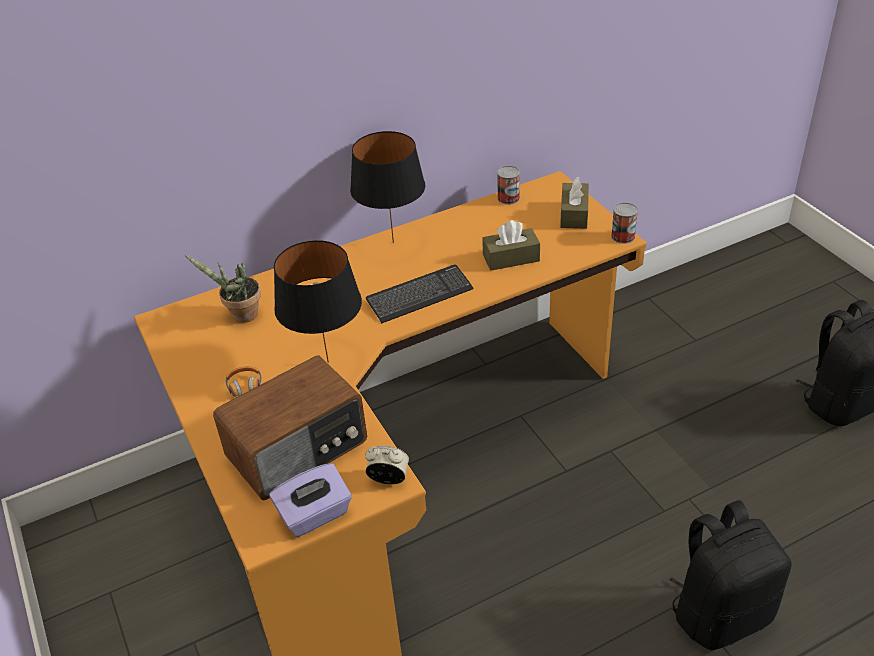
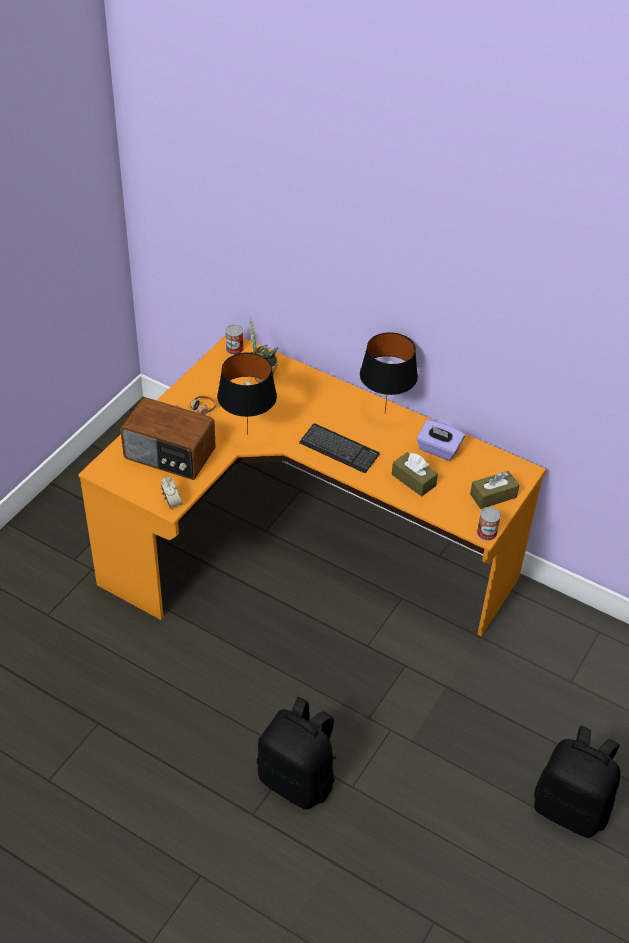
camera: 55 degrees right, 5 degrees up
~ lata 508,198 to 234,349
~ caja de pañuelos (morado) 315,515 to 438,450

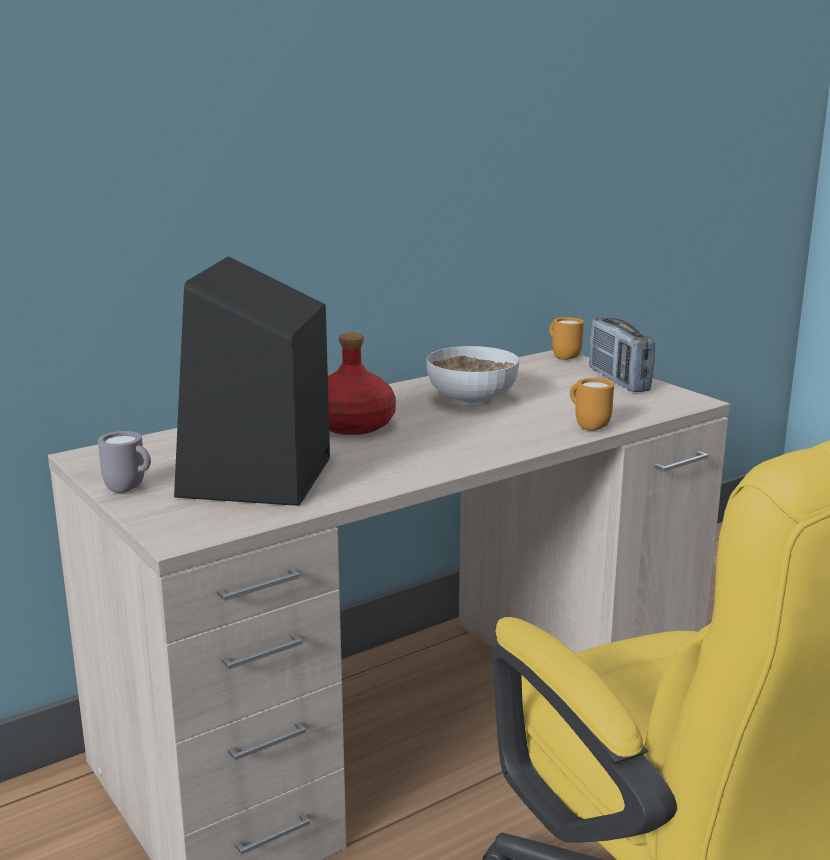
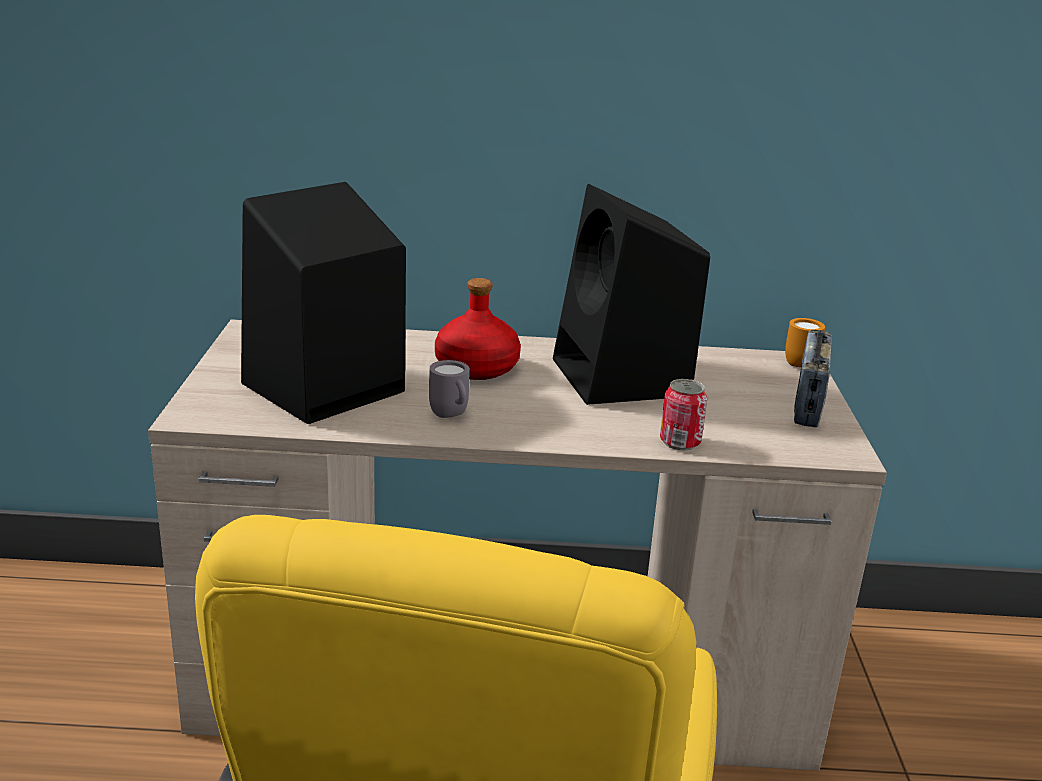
camera: 35 degrees right, 5 degrees up
~ taza grande (gris) 130,489 to 451,416
~ cuenco 473,400 to altavoz (negro) 622,379
~ taza grande (naranja) 588,426 to lata 680,442

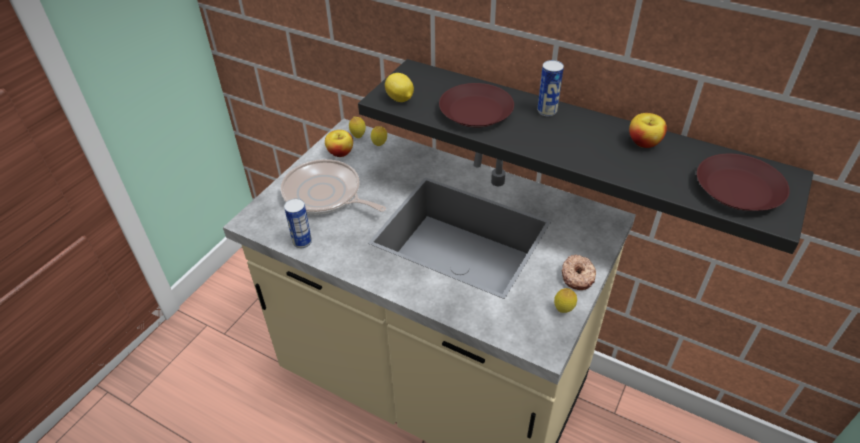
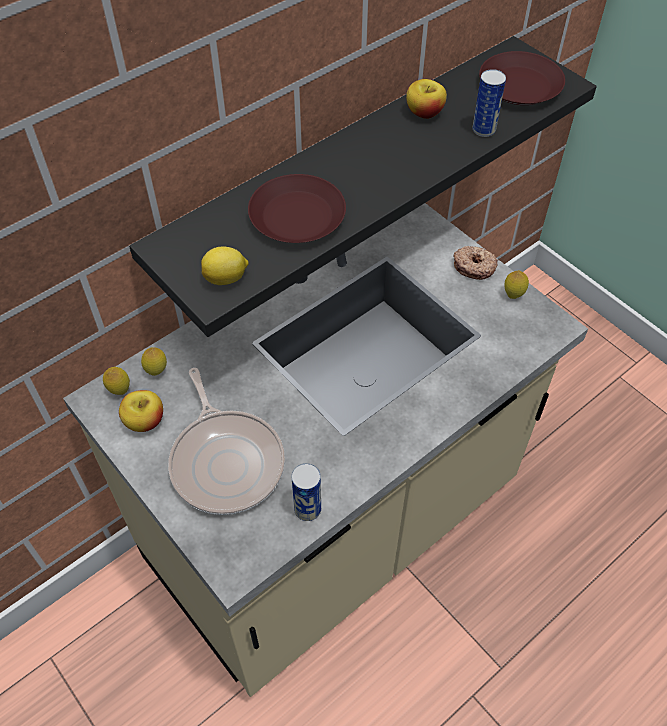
camera: 70 degrees left, 10 degrees up
~ sartén 325,195 = 226,461 75 degrees counterclockwise
~ lata 547,111 to 484,130

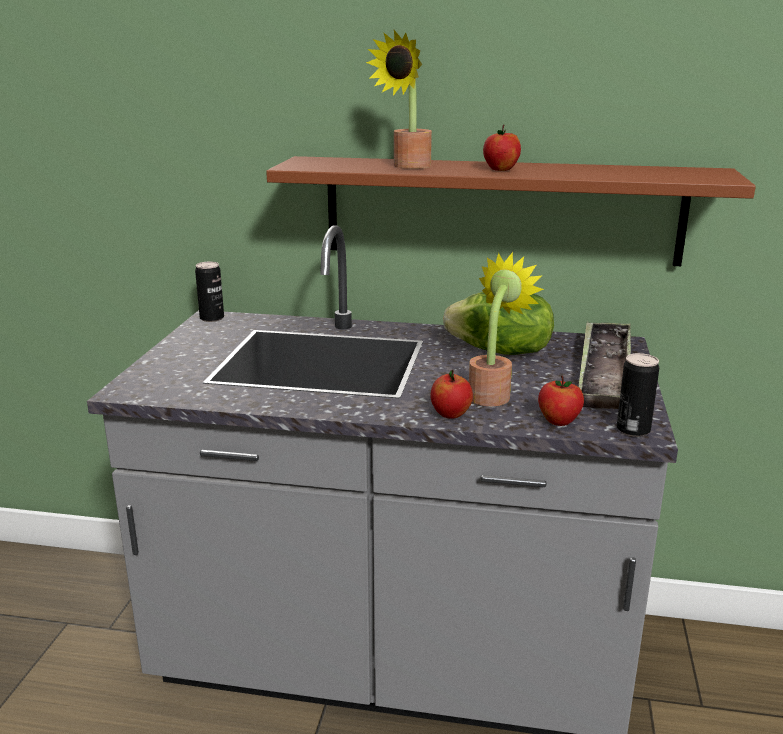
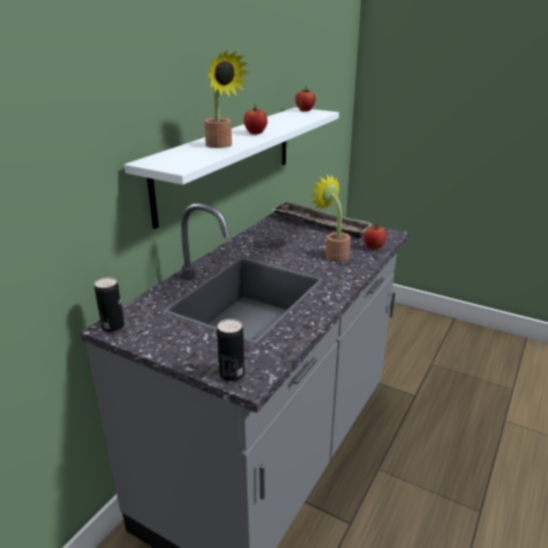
camera: 70 degrees left, 5 degrees up
~ estante (marrón) 501,210 to estante (blanco) 228,161
~ lata 633,430 to 232,374
~ manzana 451,414 to 305,110
- lechuga 500,351

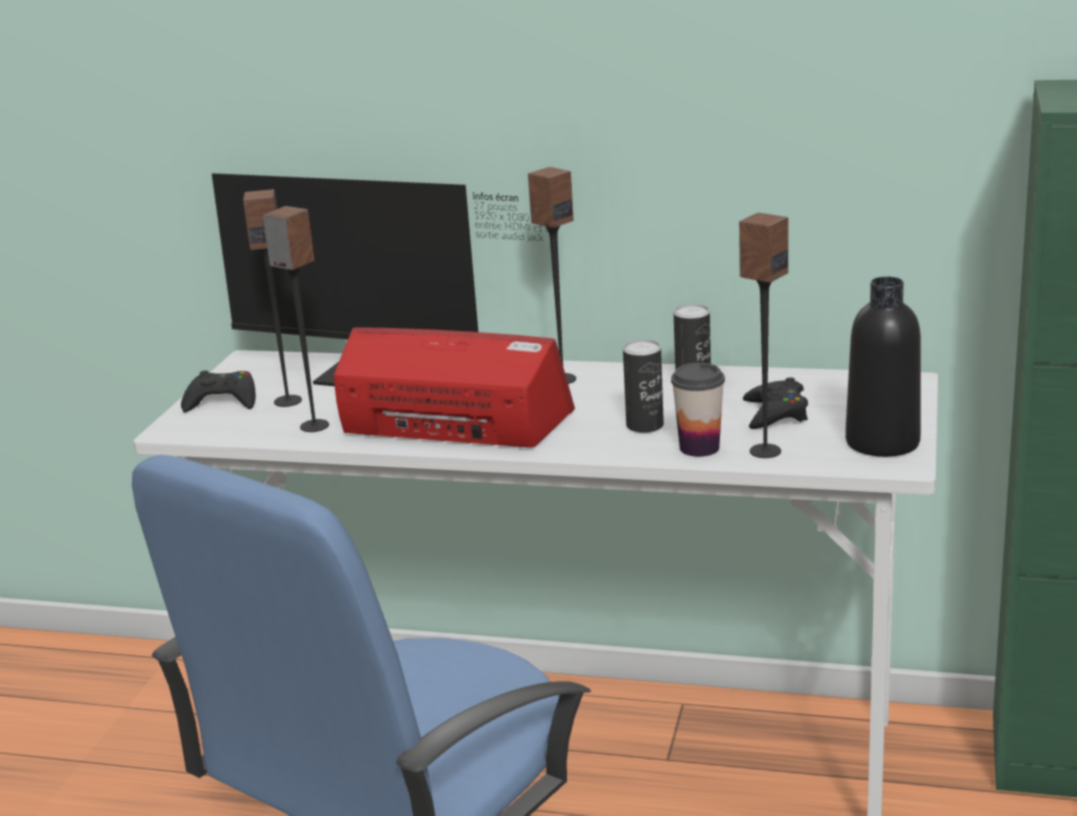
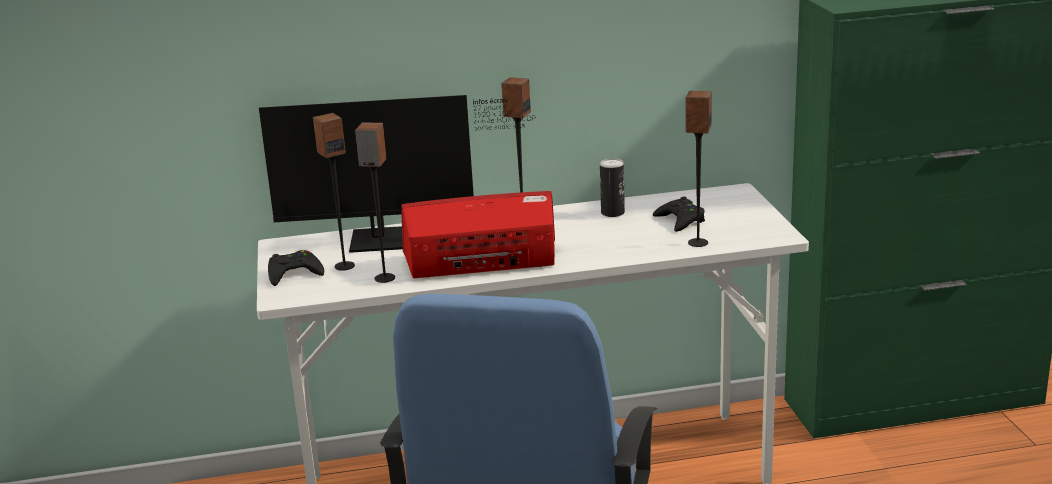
camera: 25 degrees left, 0 degrees up
- lata 645,425
- taza 699,448
- botella (negro) 882,442

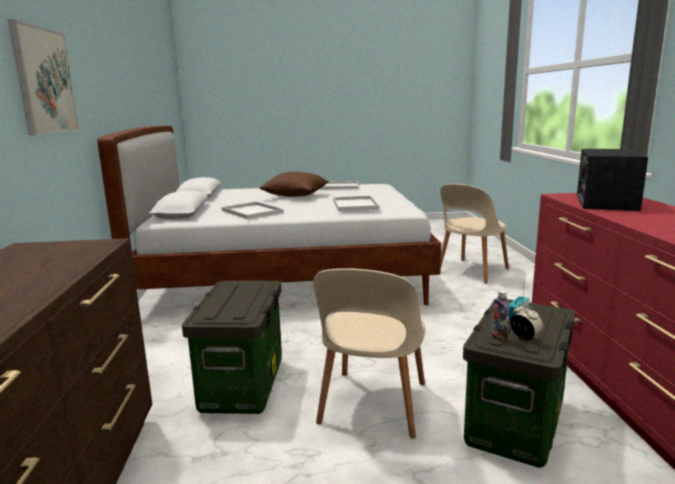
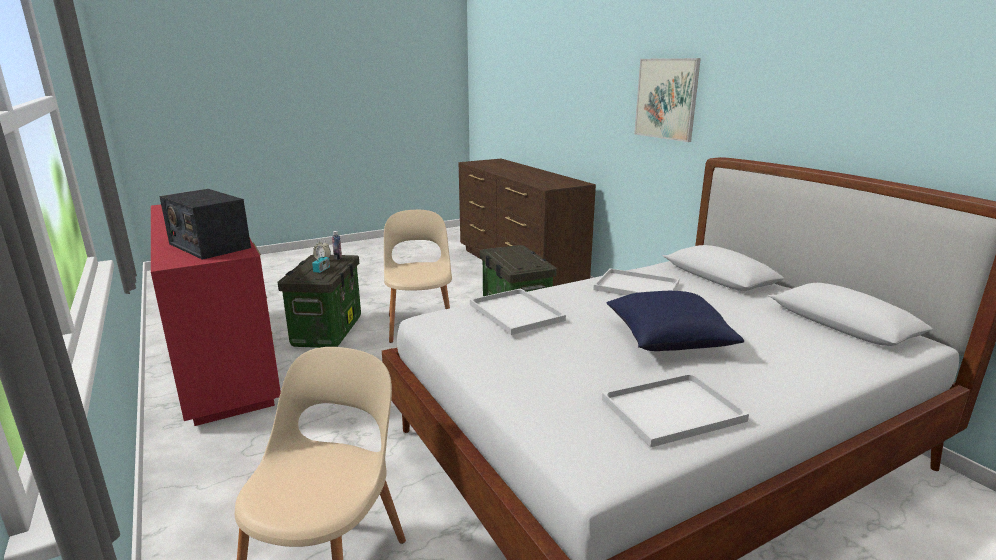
camera: 155 degrees right, 5 degrees up
~ radio 605,202 = 209,246 135 degrees clockwise
~ cojín (marrón) 296,196 to cojín (azul) 667,340

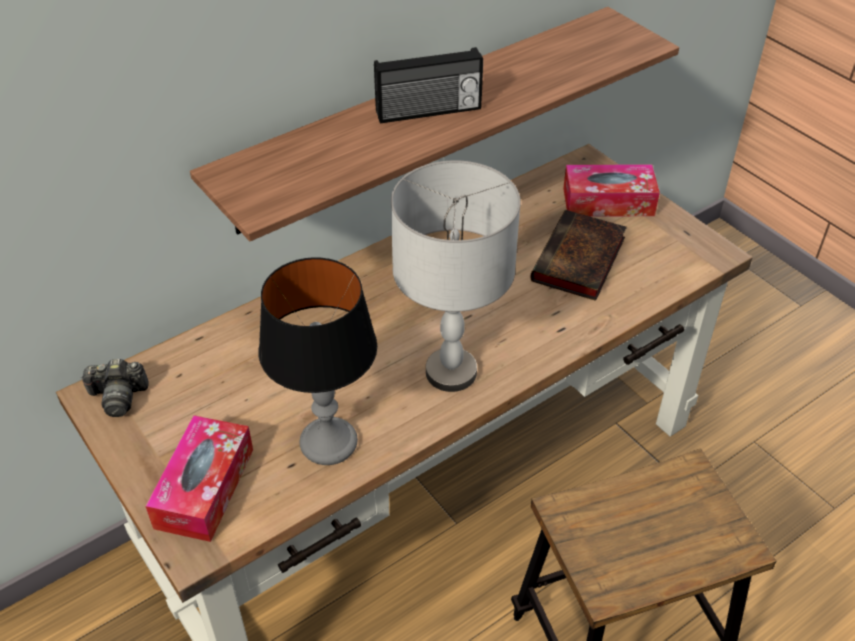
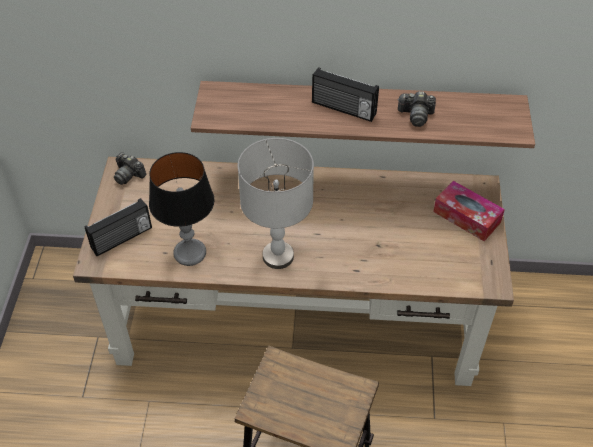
camera: 40 degrees right, 5 degrees up
~ caja de pañuelos 205,488 to radio 122,239
+ cámara 416,115
- libro 578,262

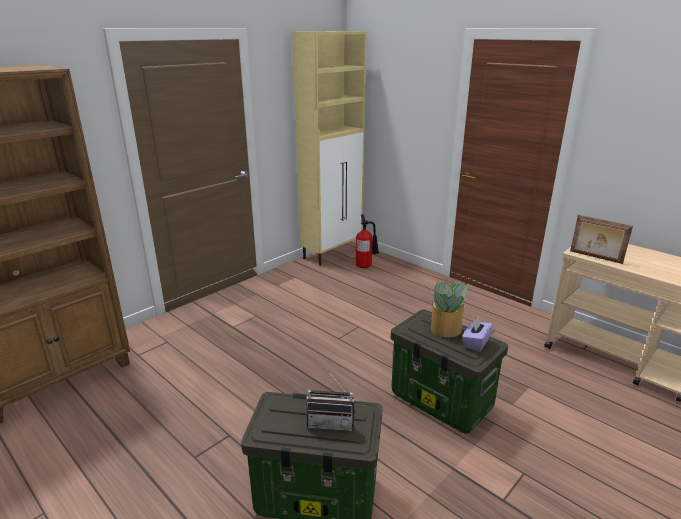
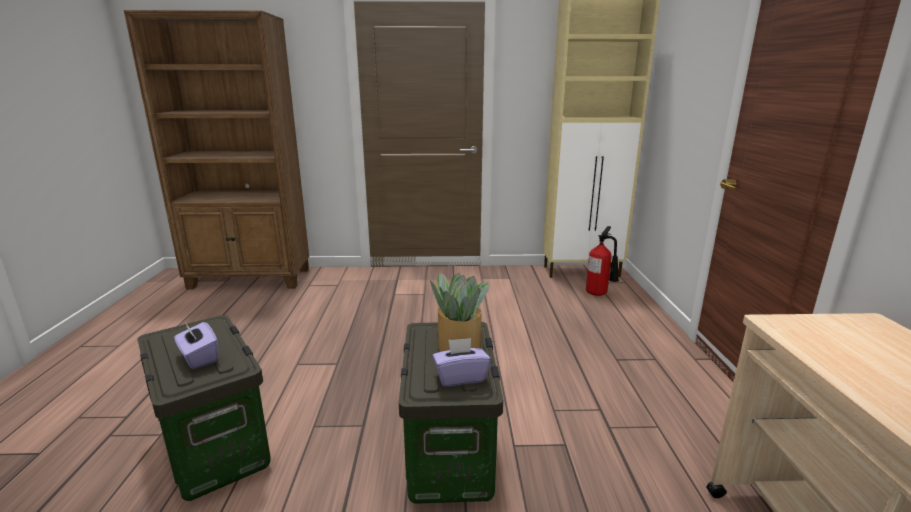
camera: 45 degrees right, 5 degrees down
~ radio 331,422 to caja de pañuelos (morado) 199,358
- portarretratos 595,257

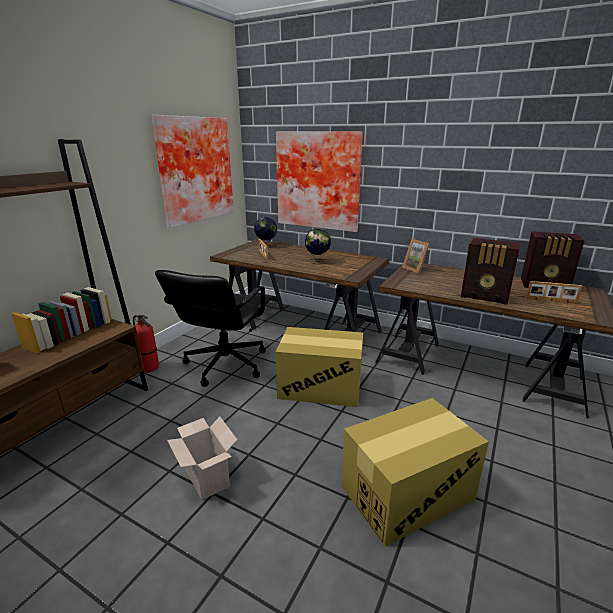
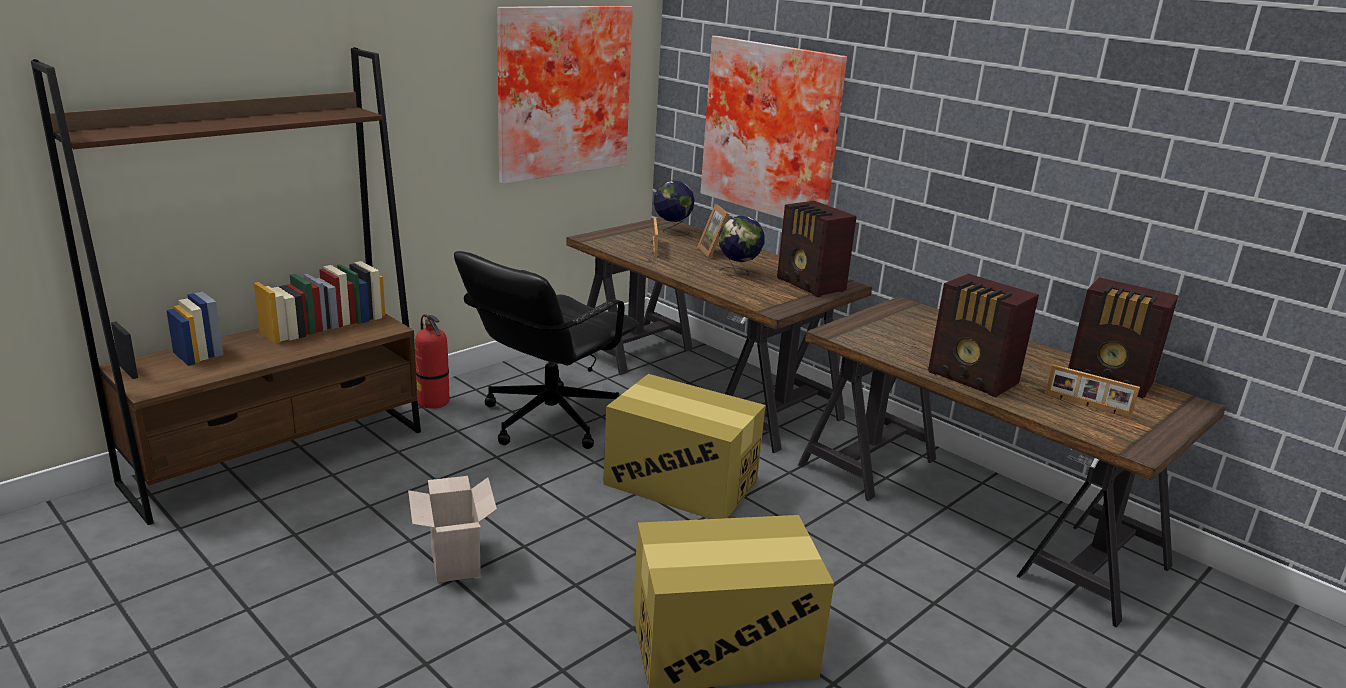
camera: 15 degrees right, 0 degrees up
~ portarretratos 415,269 to 715,252
+ radio 811,285

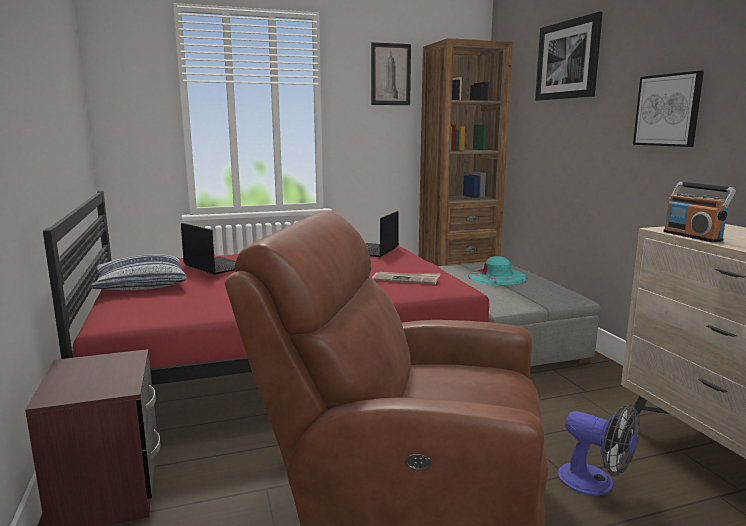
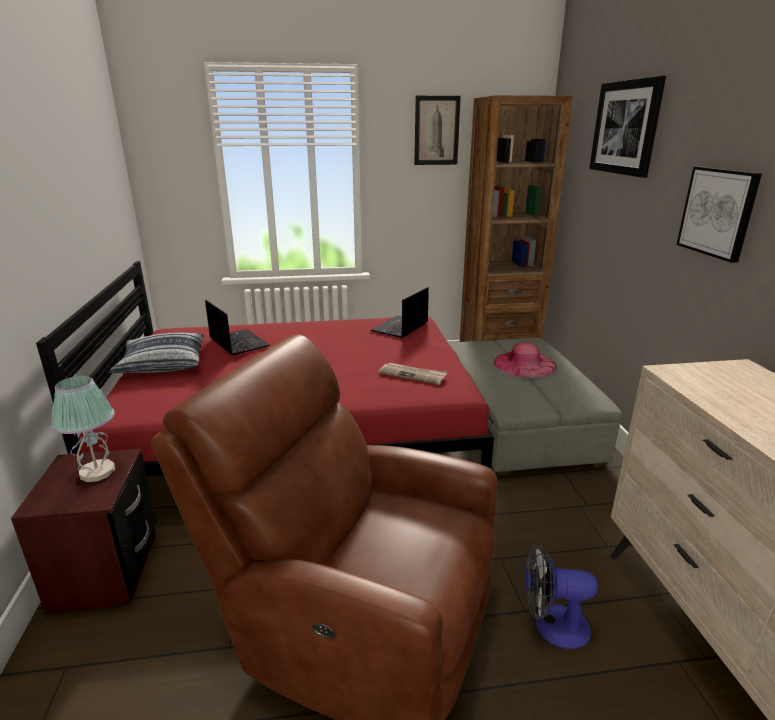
camera: 10 degrees right, 10 degrees up
+ lámpara de mesa 97,472
~ sombrero (turquesa) 497,277 to sombrero (rosa) 524,364
~ ventilador 595,483 = 551,625 135 degrees clockwise
- radio 692,236

